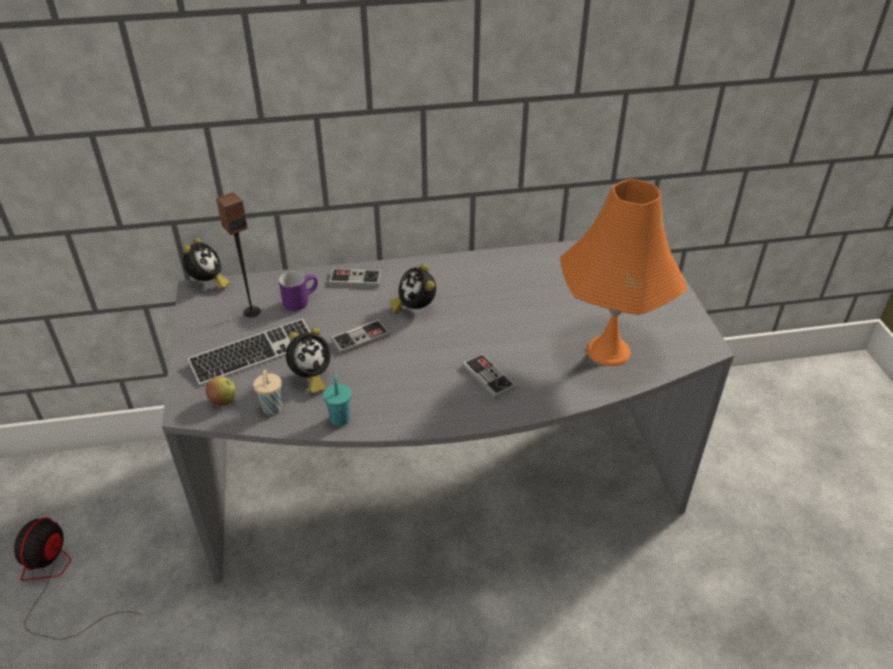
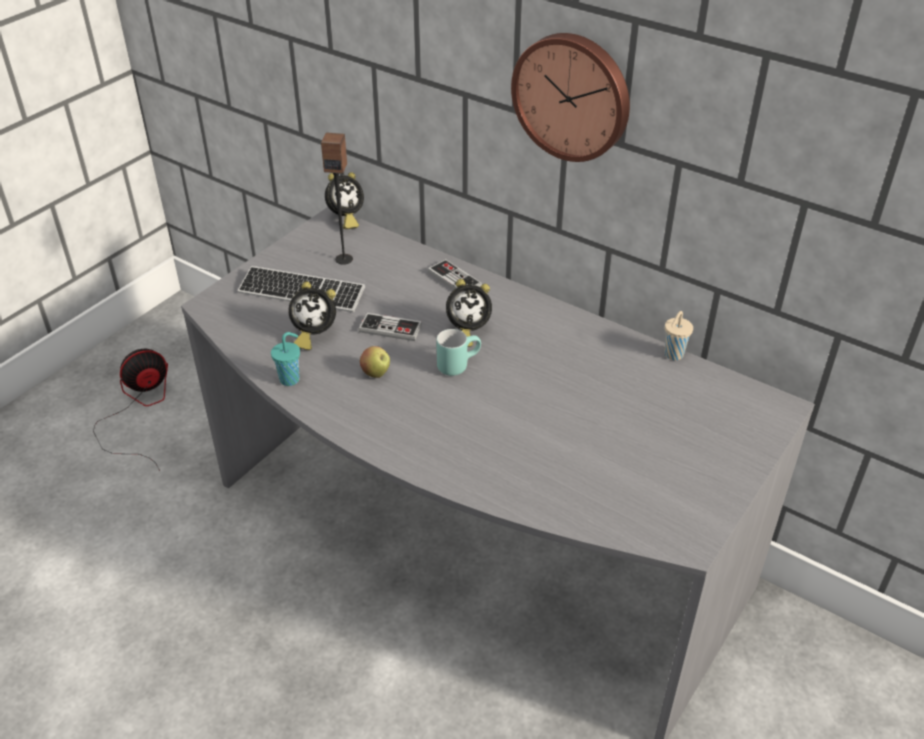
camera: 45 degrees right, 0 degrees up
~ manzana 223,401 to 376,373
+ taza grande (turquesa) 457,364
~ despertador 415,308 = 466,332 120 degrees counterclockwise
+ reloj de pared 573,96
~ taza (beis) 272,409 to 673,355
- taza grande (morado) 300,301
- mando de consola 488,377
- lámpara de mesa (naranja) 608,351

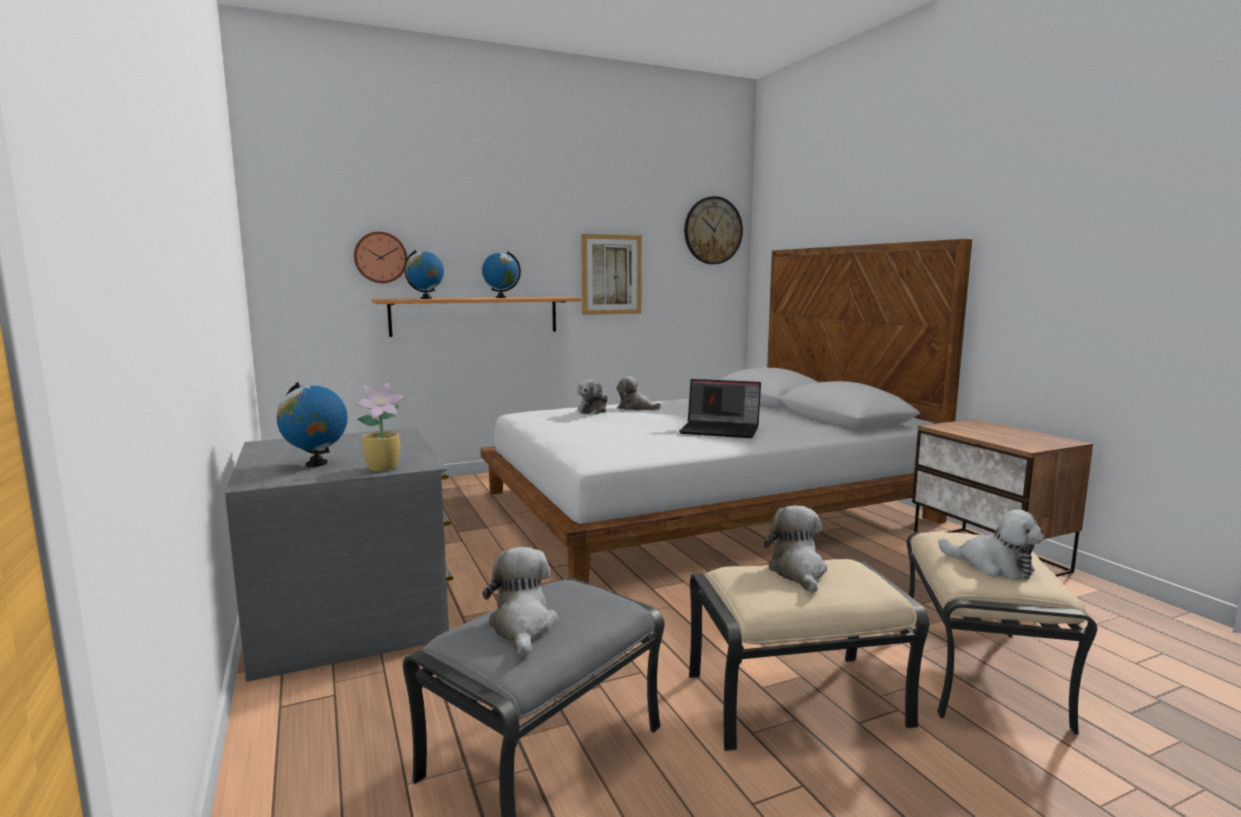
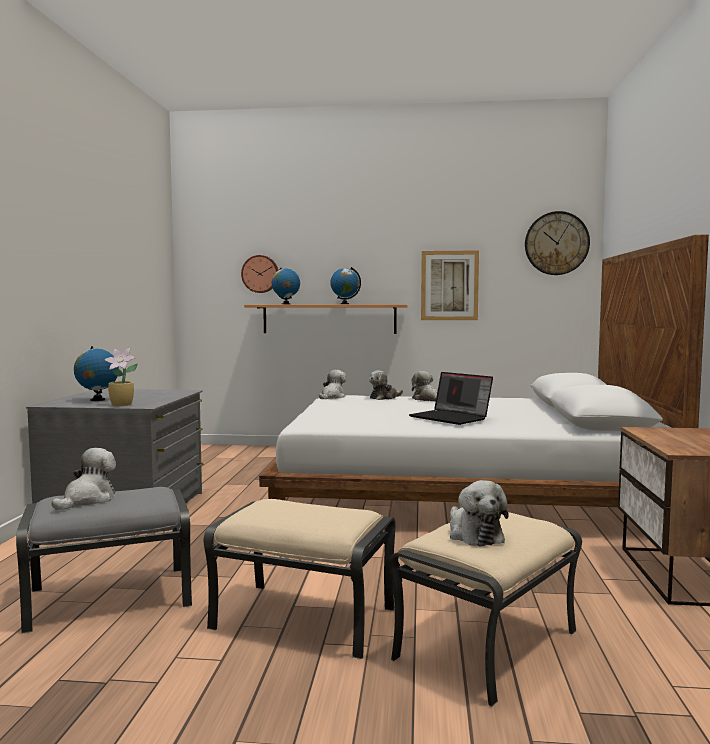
camera: 30 degrees right, 5 degrees down
~ peluche 798,572 to 332,397

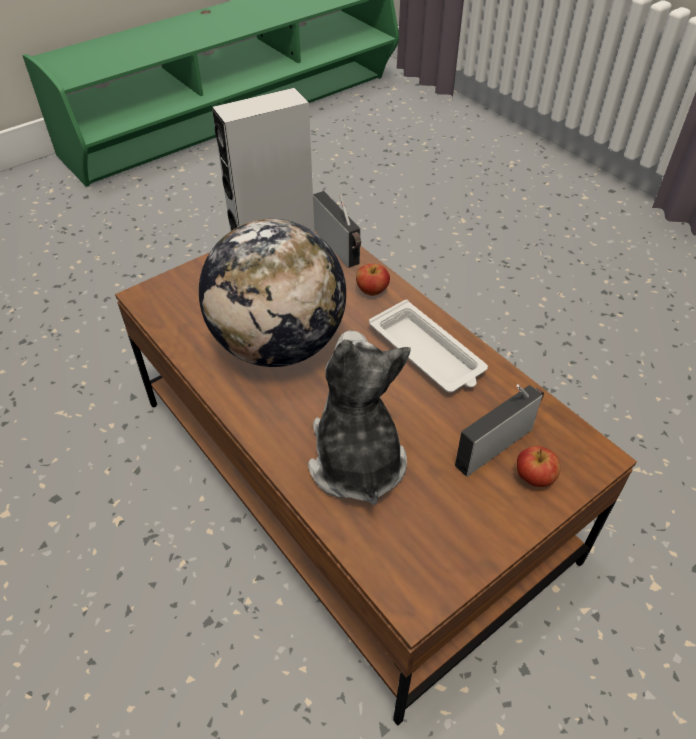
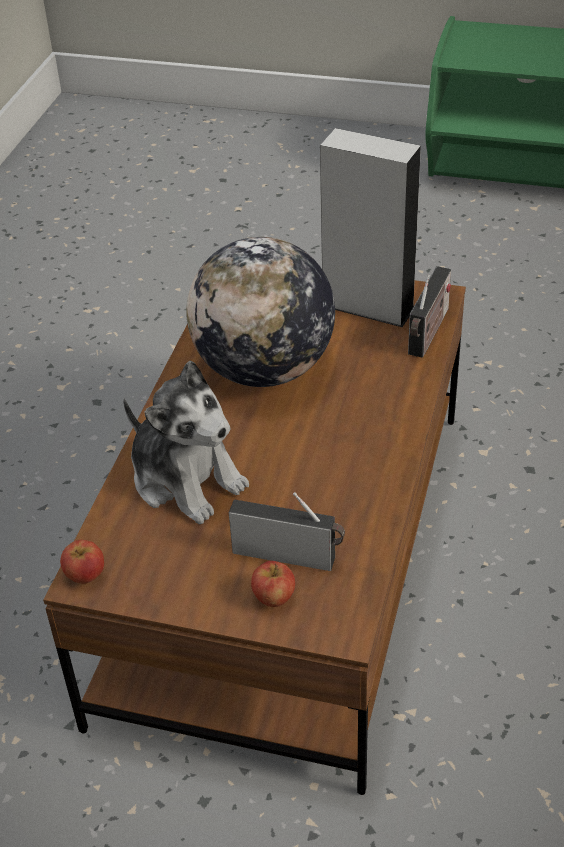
camera: 55 degrees right, 5 degrees down
~ manzana 372,291 to 85,575
~ peluche 356,460 = 186,480 90 degrees clockwise
- bandeja (blanco) 427,353

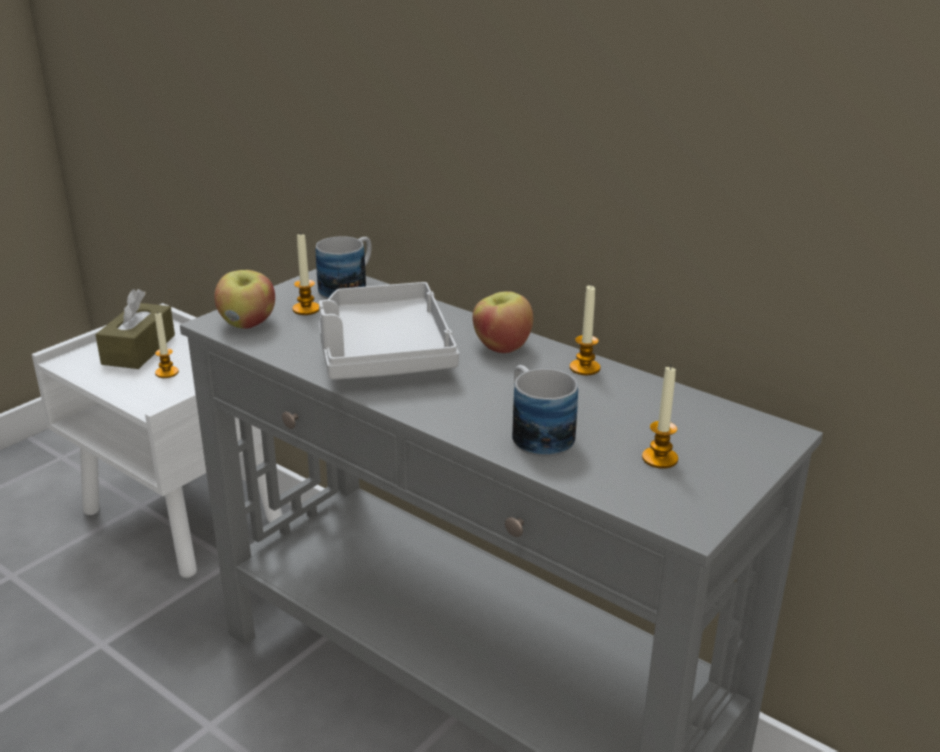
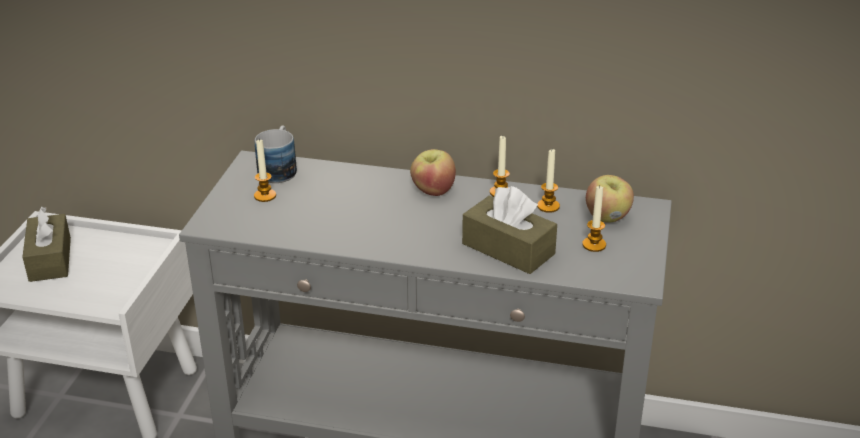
camera: 25 degrees left, 5 degrees up
~ taza grande 536,433 to caja de pañuelos (marrón) 508,249
~ vela 167,372 to 548,206
~ manzana 247,324 to 608,217
- bandeja (gris) 383,352

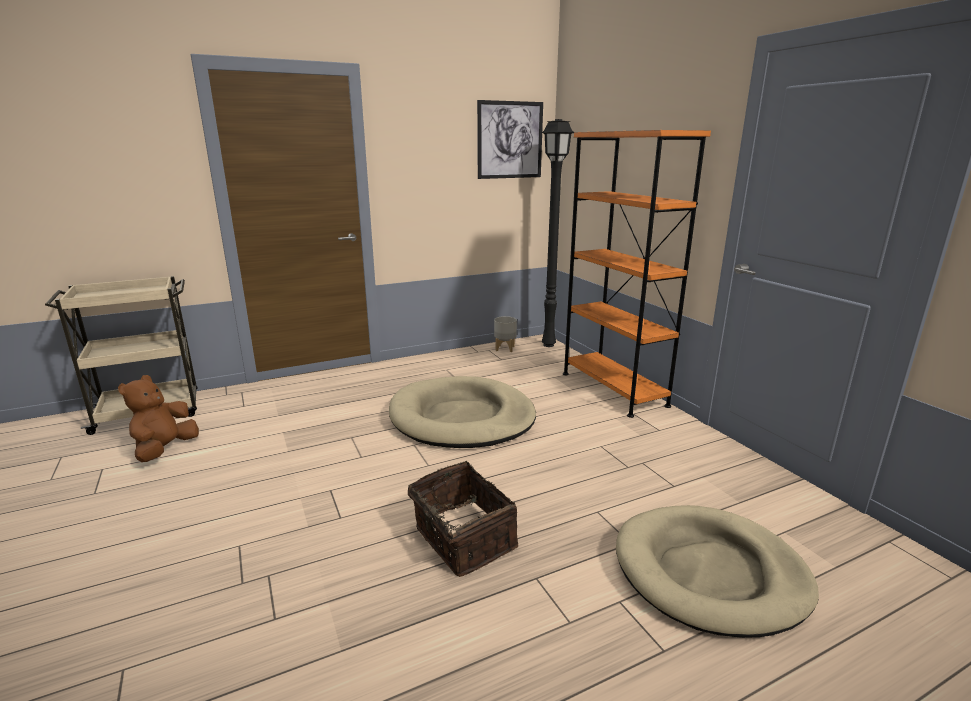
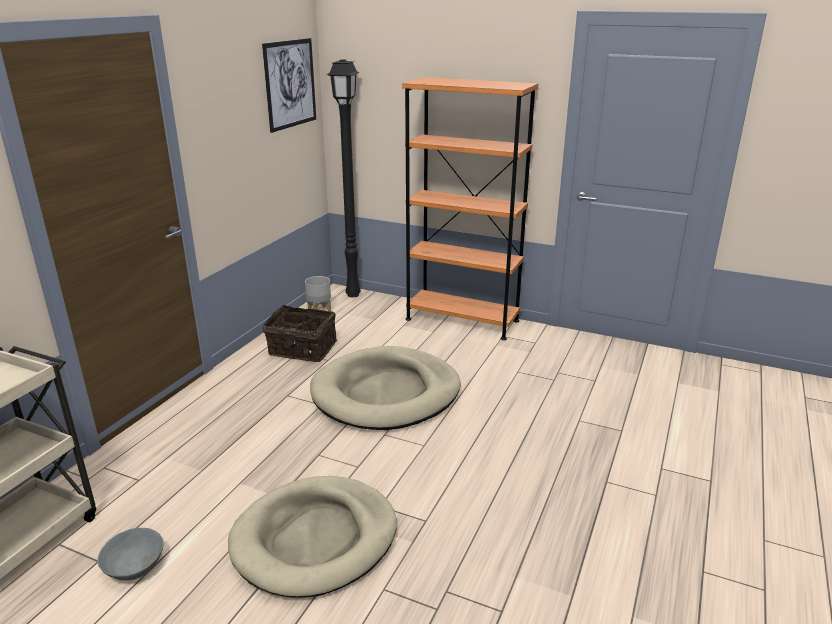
camera: 40 degrees left, 5 degrees up
~ peluche (marrón) 165,450 to cuenco (gris) 134,566
~ cama para perro (beis) 710,573 to 315,539
~ cesta 462,539 to 302,349

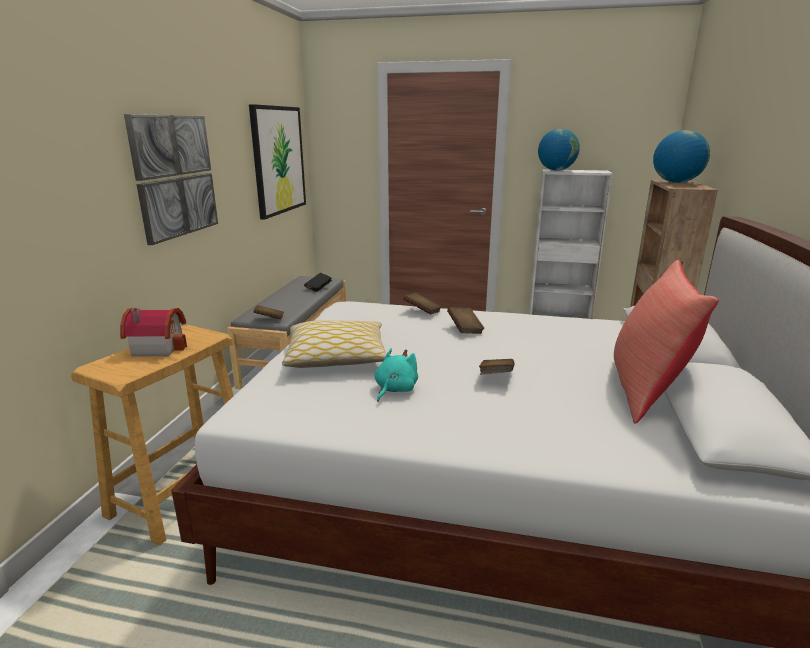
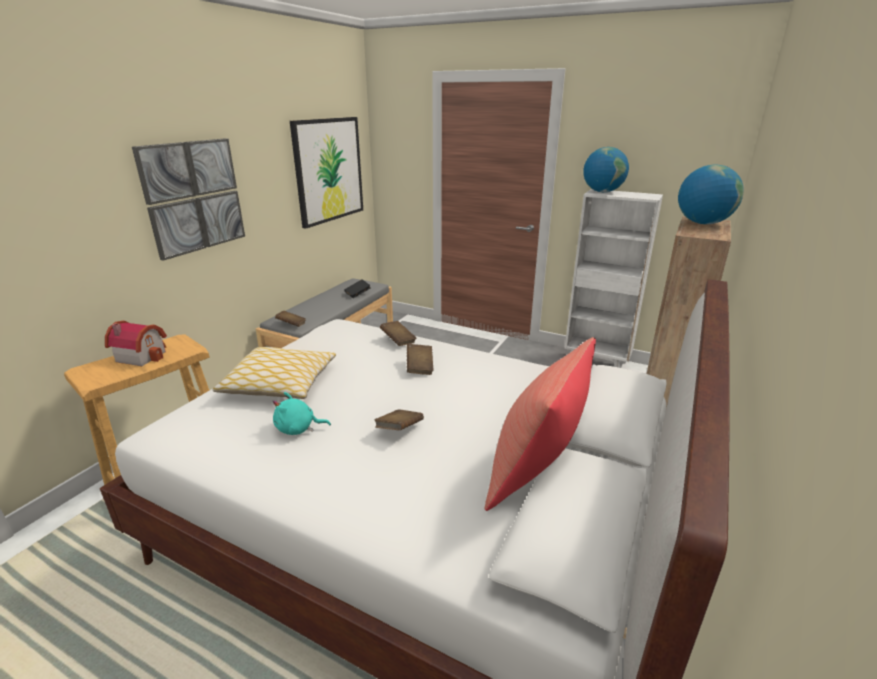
camera: 15 degrees right, 5 degrees up
~ peluche (turquesa) 394,389 = 298,429 135 degrees counterclockwise

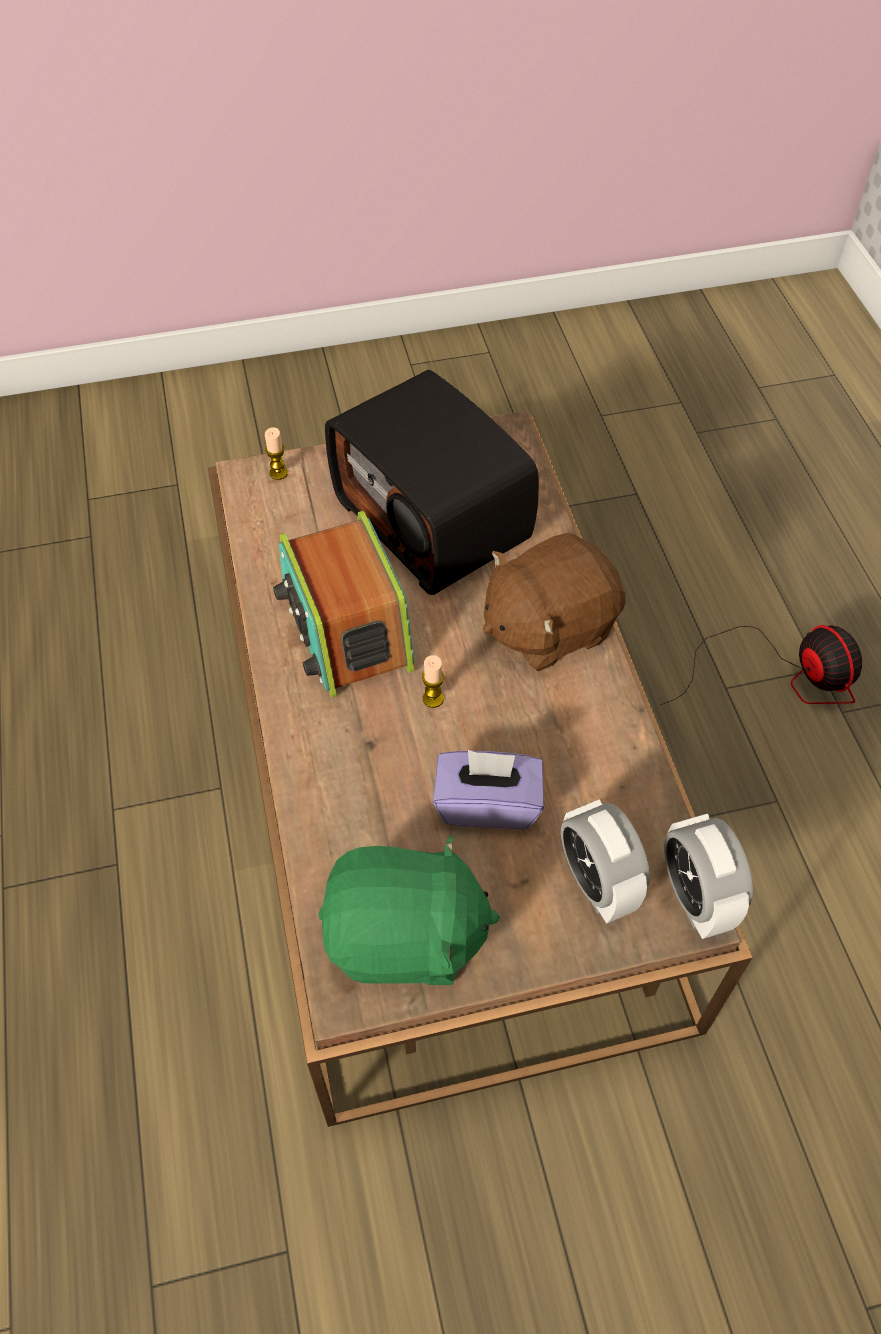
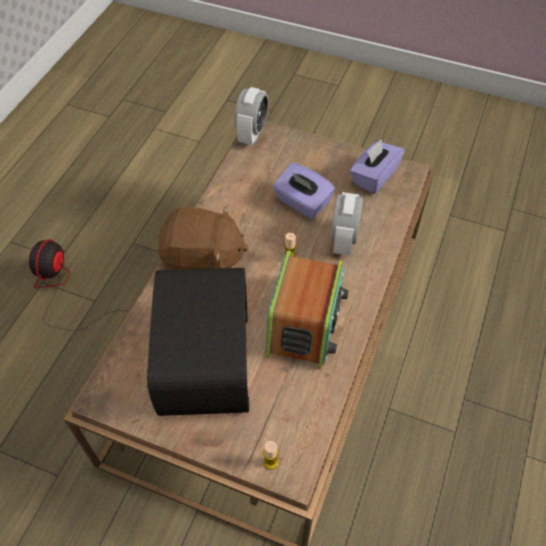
camera: 145 degrees left, 0 degrees up
~ despertador 597,883 to 343,240
~ peluche (verde) 405,937 to caja de pañuelos (morado) 373,177

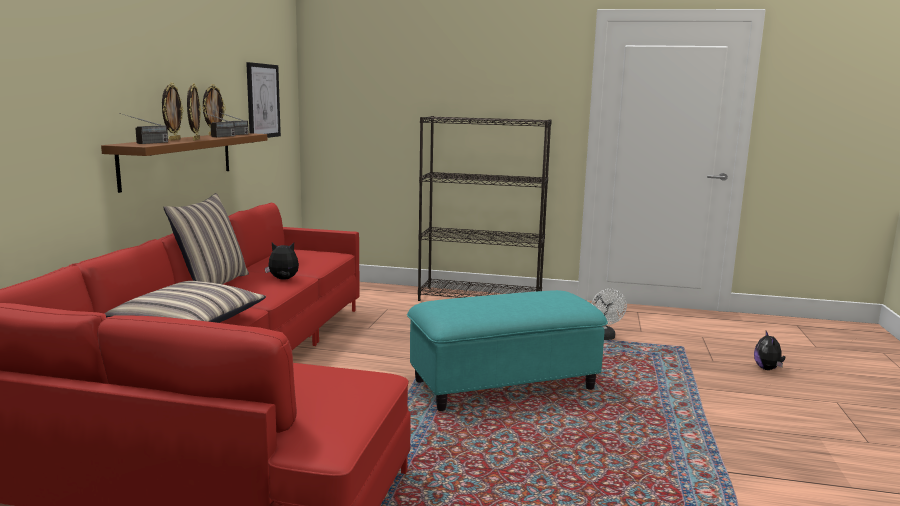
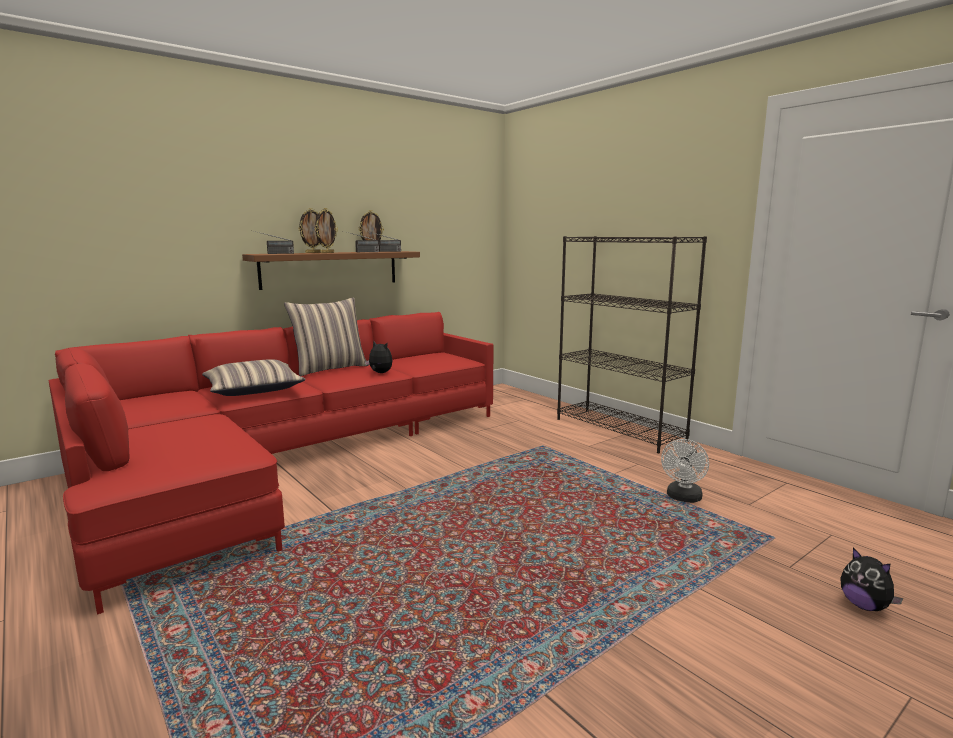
camera: 40 degrees right, 0 degrees up
~ peluche 767,369 = 864,606 75 degrees counterclockwise
- cuadro 263,101
- puf (turquesa) 503,385

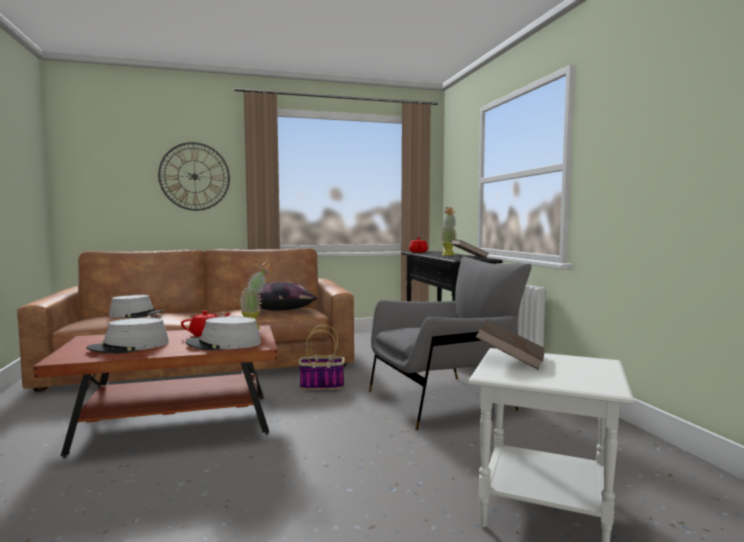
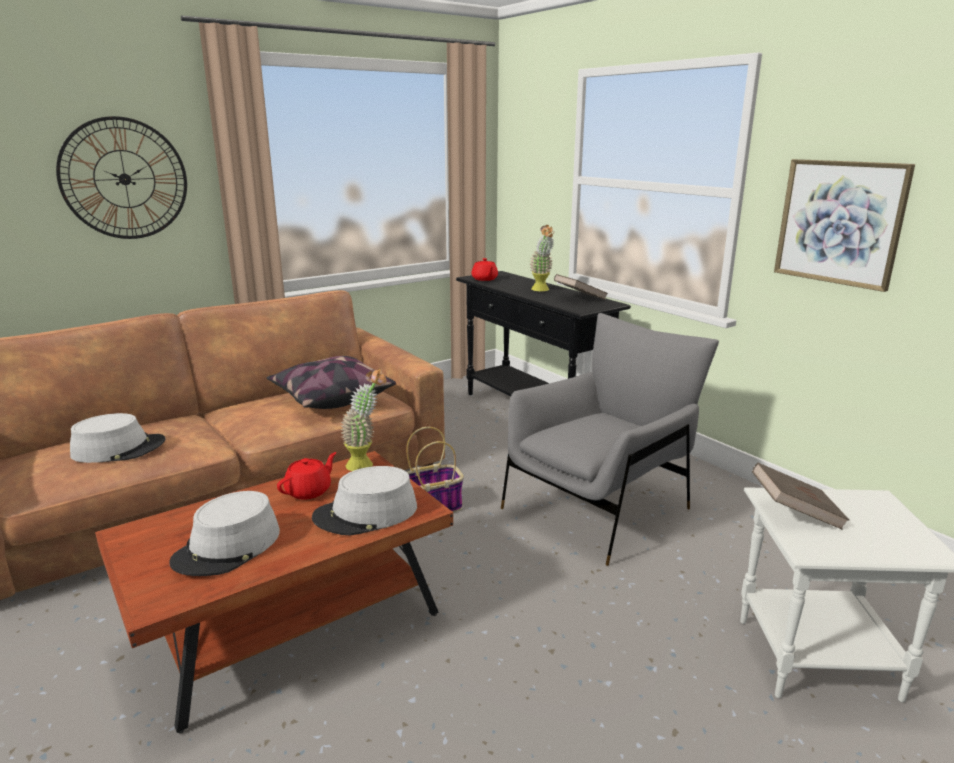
camera: 20 degrees left, 15 degrees up
+ cuadro 839,222

